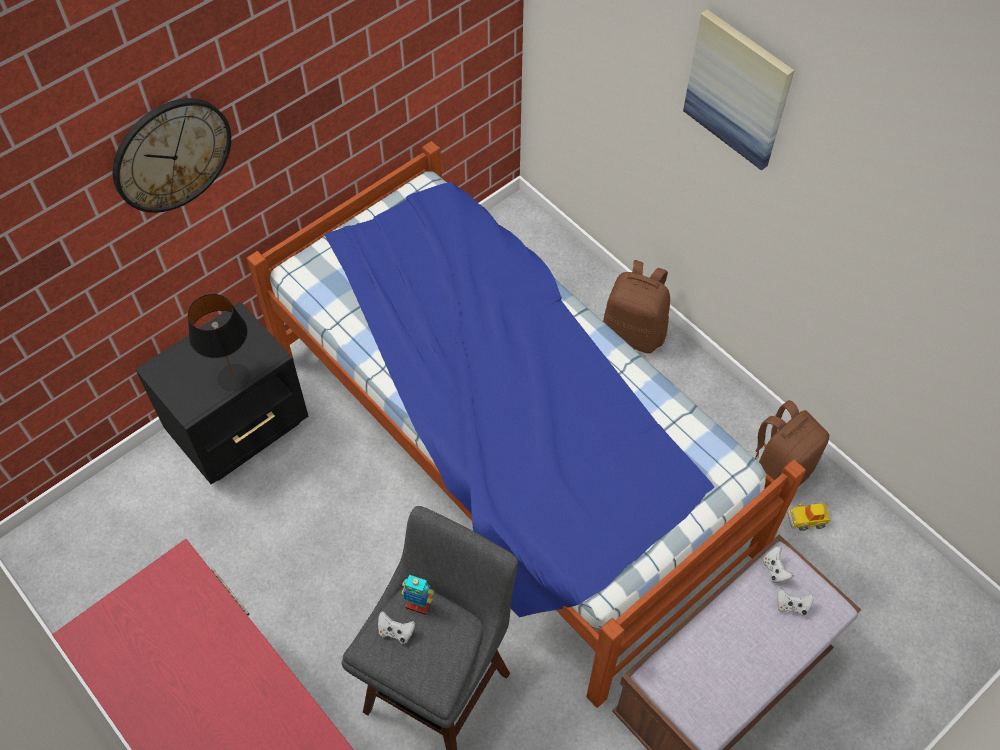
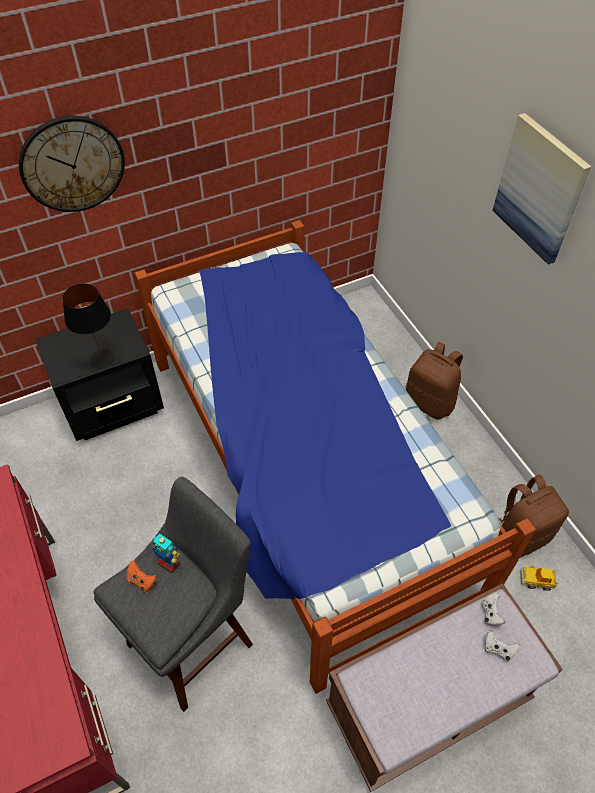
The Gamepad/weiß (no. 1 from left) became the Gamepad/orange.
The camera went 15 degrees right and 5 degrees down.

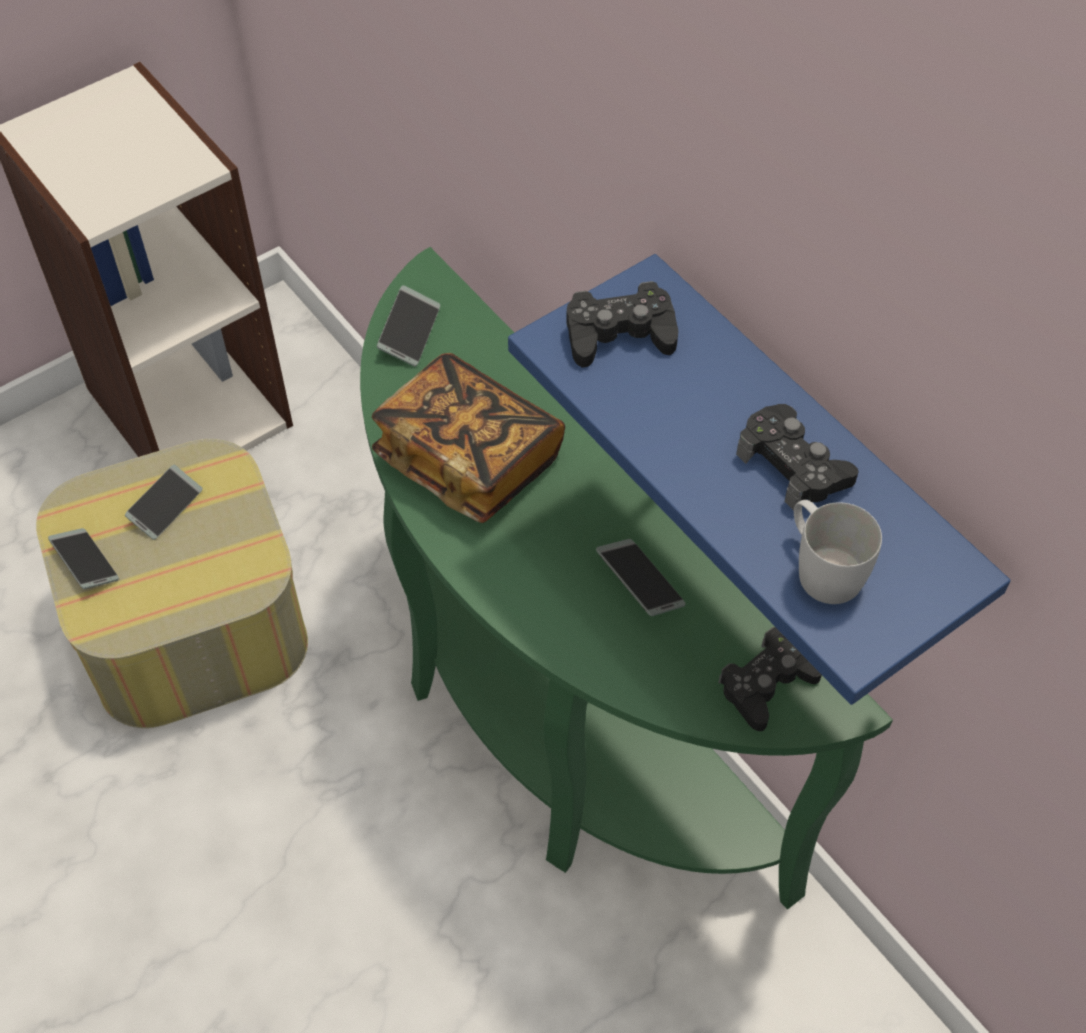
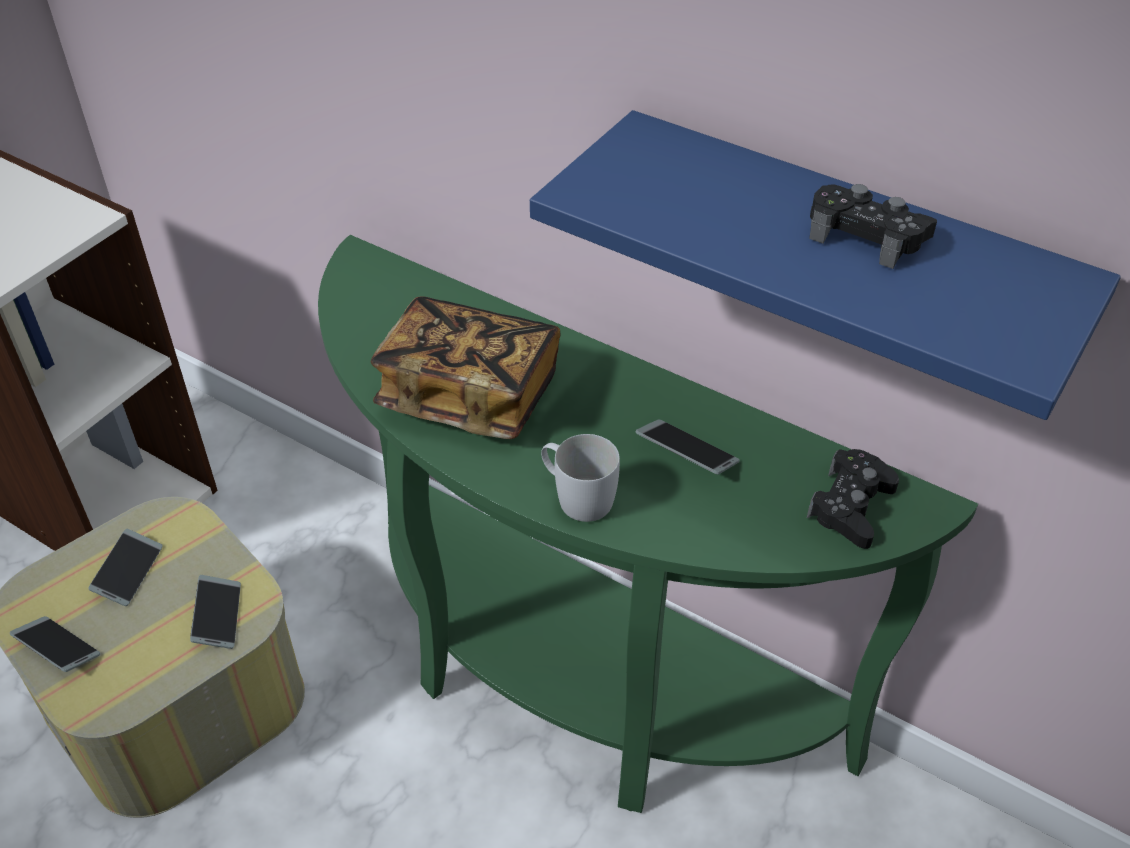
The Handy (no. 3 from left) moved.
The Gamepad/schwarz (no. 1 from left) disappeared.
The Henkelbecher/weiß moved.
The camera went 20 degrees left and 10 degrees down.

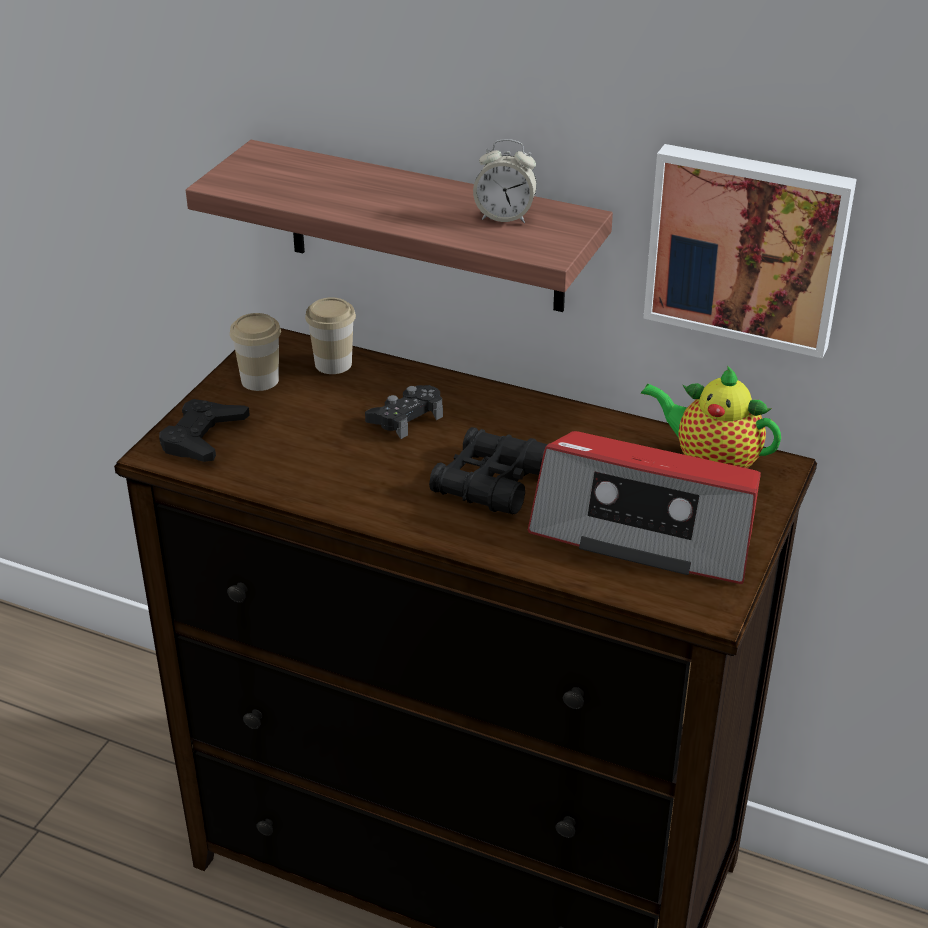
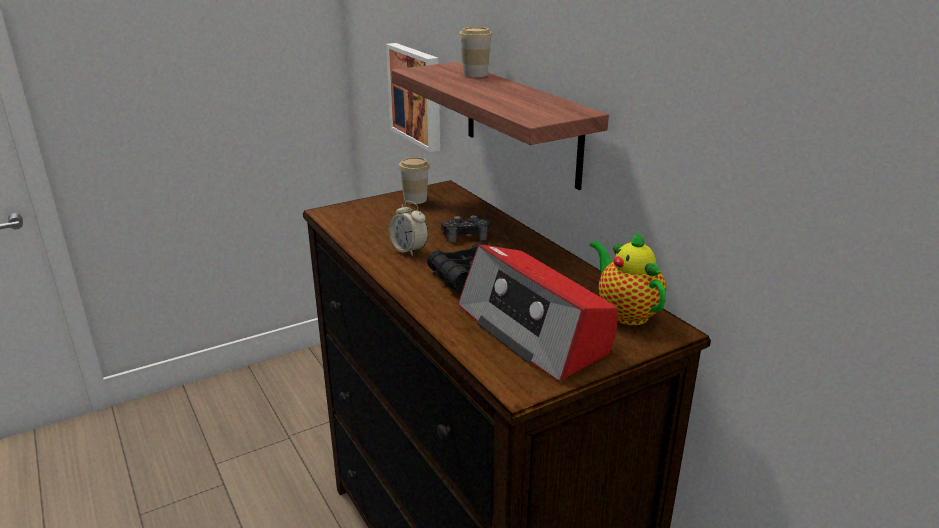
The Gamepad/schwarz (no. 1 from left) disappeared.
The Tasse (no. 2 from left) moved.
The Wecker moved.
The Bild moved.
The camera went 35 degrees right and 10 degrees down.

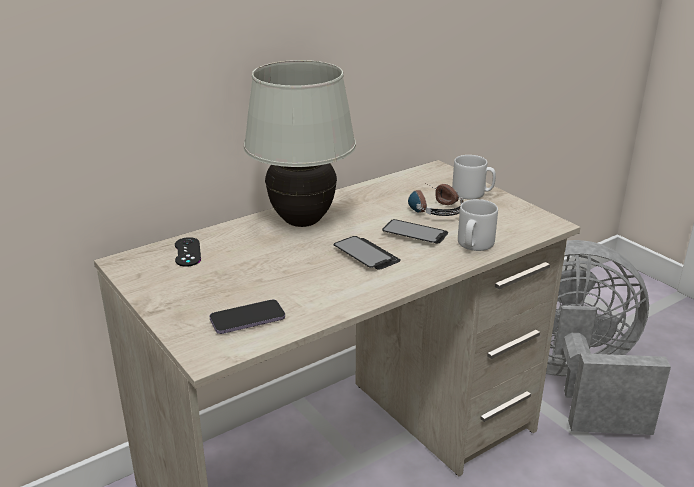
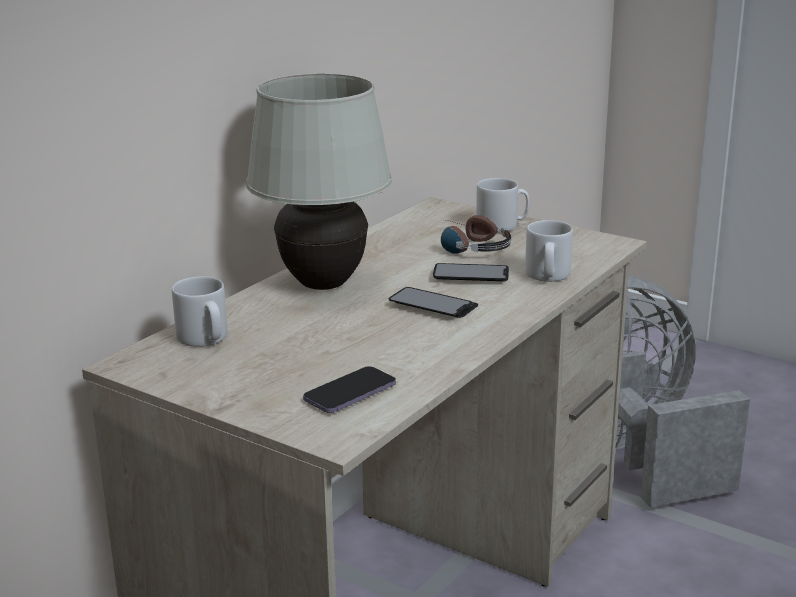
The Gamepad/schwarz was replaced by the Henkelbecher/grau (no. 1 from left).
The camera went 20 degrees left and 5 degrees down.

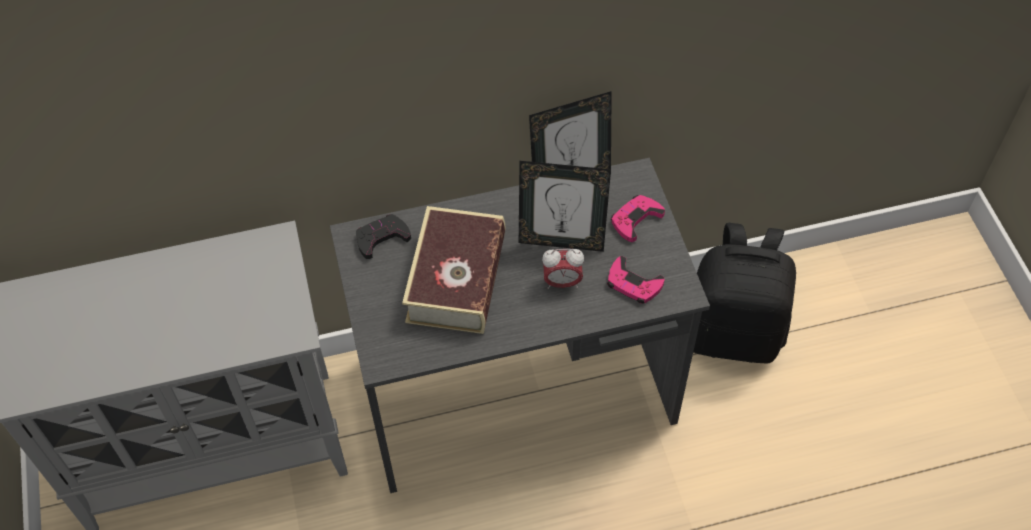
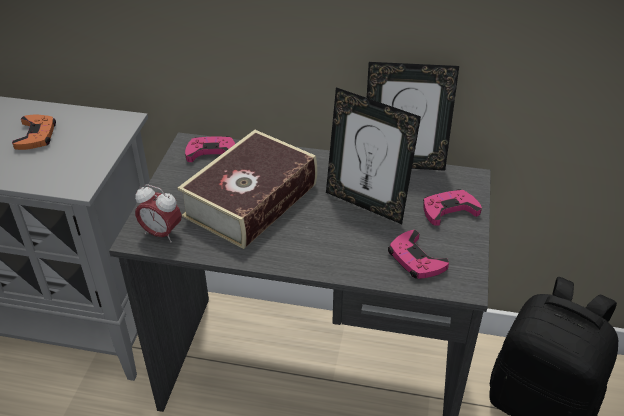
The Gamepad/schwarz became the Gamepad/rosa (no. 1 from left).
The Wecker moved.
The Gamepad/orange appeared.
The camera went 25 degrees right and 15 degrees down.

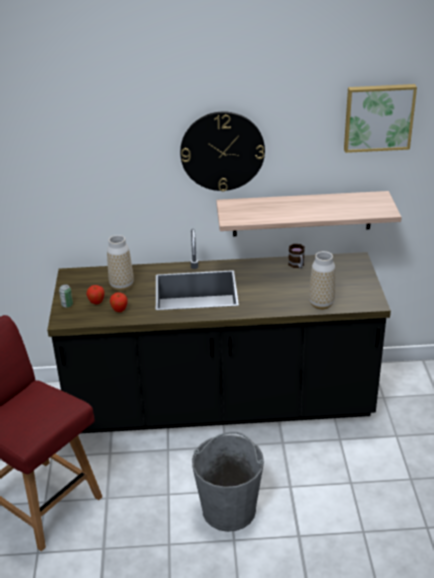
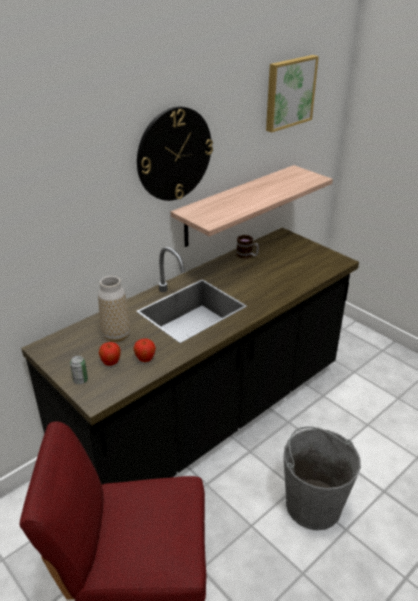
The Vase (no. 2 from left) disappeared.
The camera went 40 degrees left and 0 degrees up.

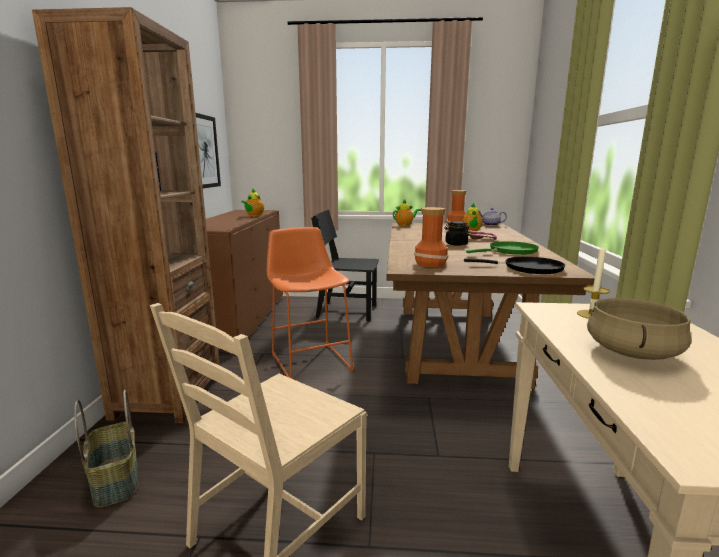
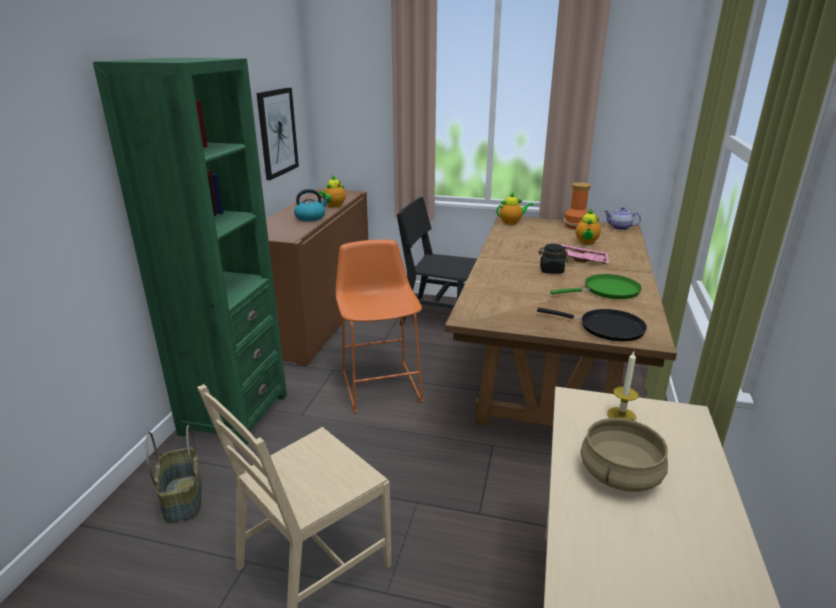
The Bücherregal/braun became the Bücherregal/grün.
The Vase (no. 1 from left) disappeared.
The Wasserkessel appeared.
The camera went 10 degrees right and 10 degrees up.

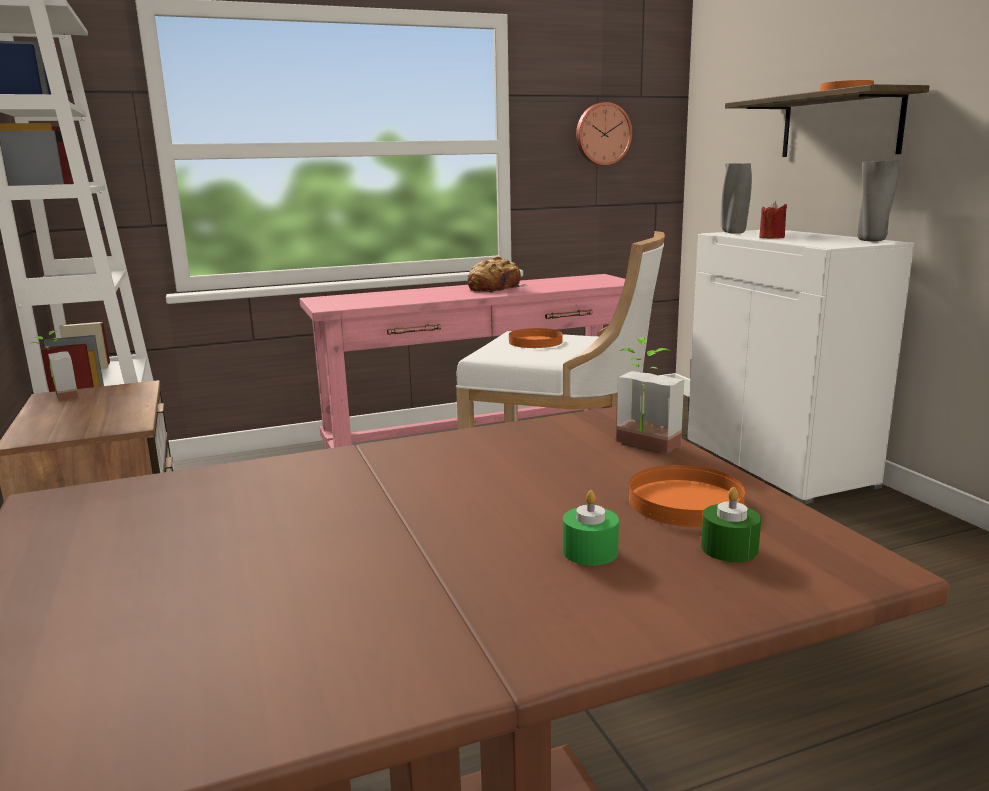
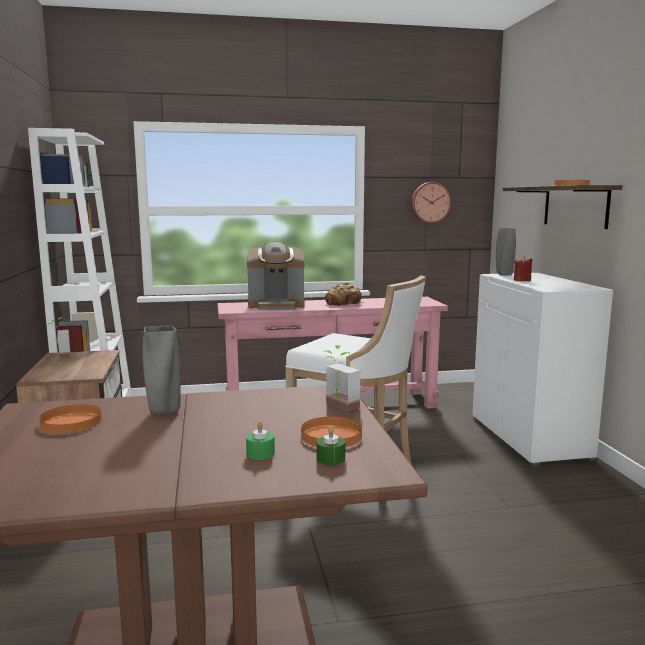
The Teller/orange (no. 1 from left) moved.
The Vase/grau (no. 2 from left in the first image) moved.
The Kaffeemaschine appeared.
The camera went 10 degrees right and 5 degrees down.

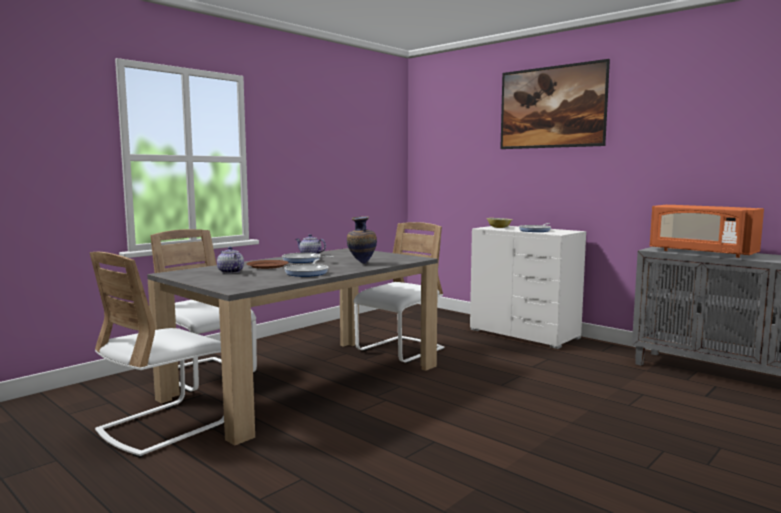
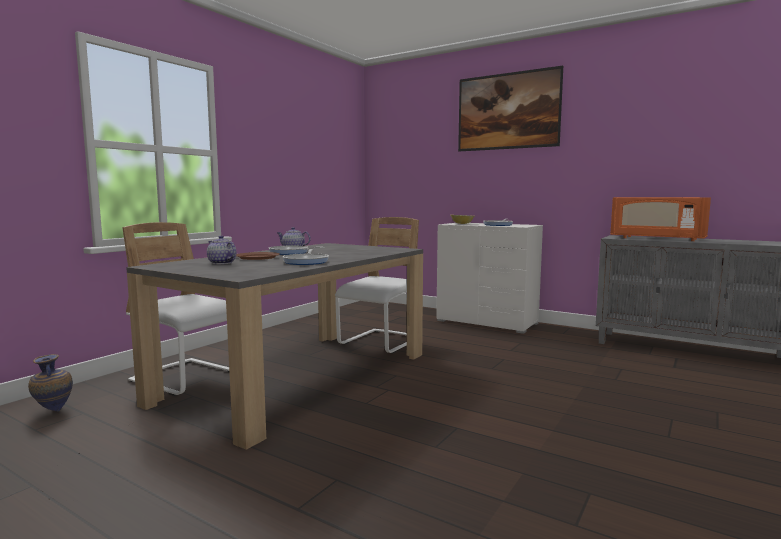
The Stuhl/weiß (no. 1 from left) disappeared.
The Vase moved.
The camera went 10 degrees left and 0 degrees up.

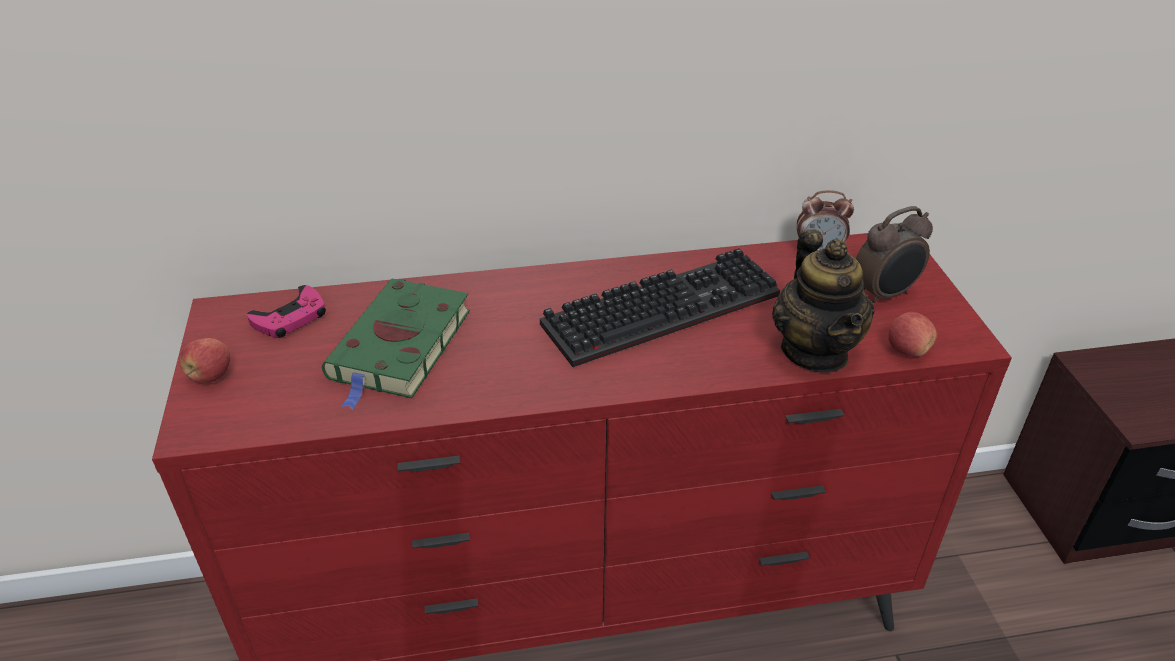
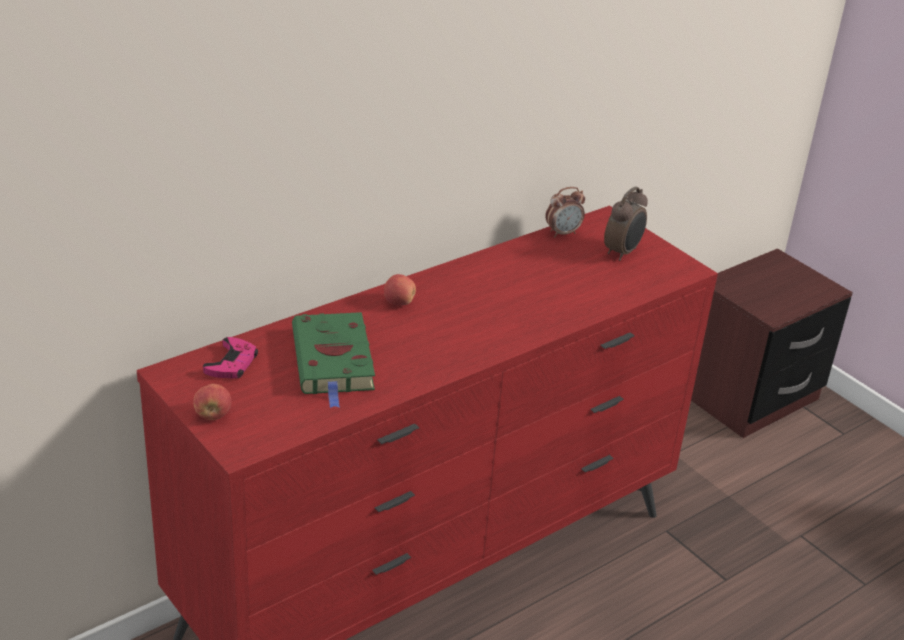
The Tastatur disappeared.
The Teekanne disappeared.
The Apfel (no. 2 from left) moved.
The camera went 30 degrees left and 5 degrees down.

